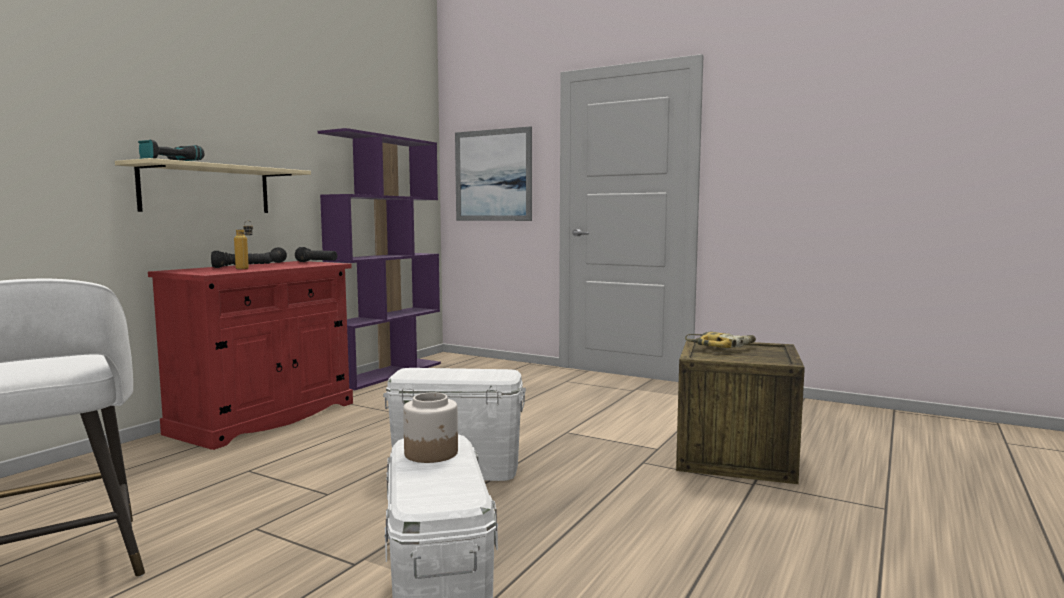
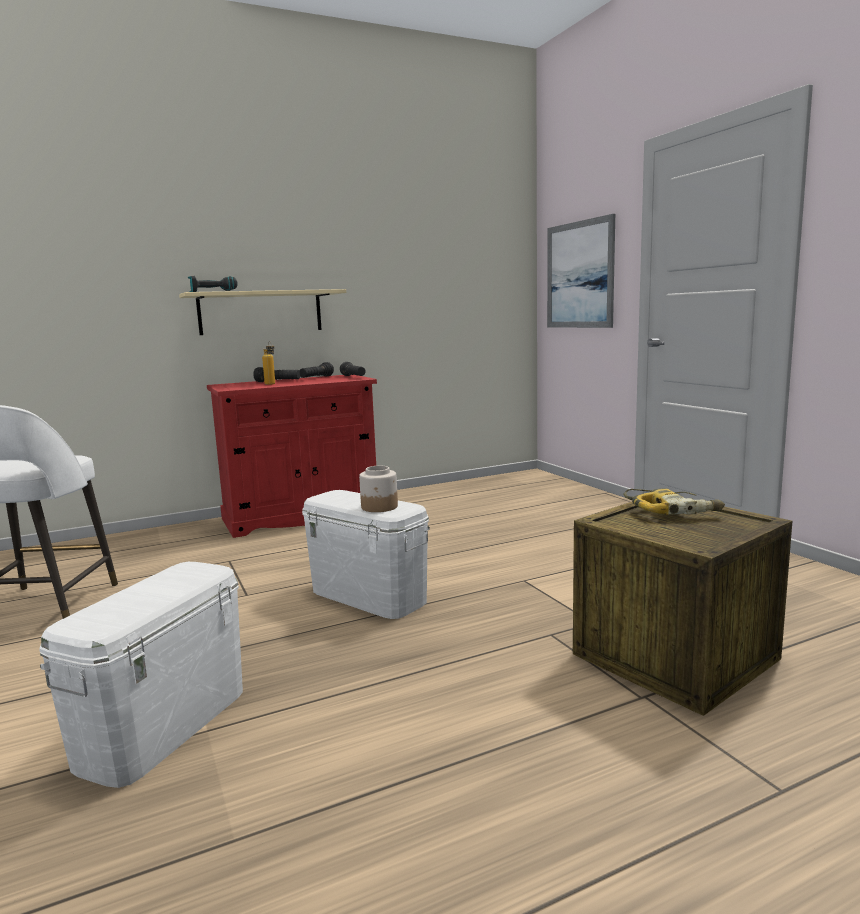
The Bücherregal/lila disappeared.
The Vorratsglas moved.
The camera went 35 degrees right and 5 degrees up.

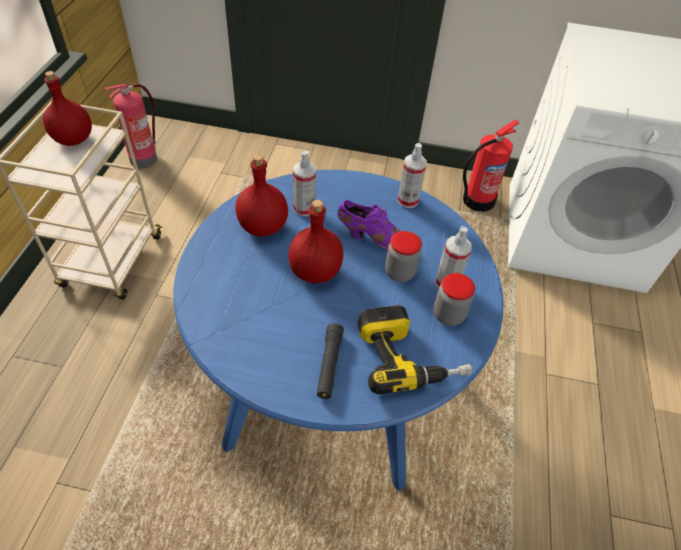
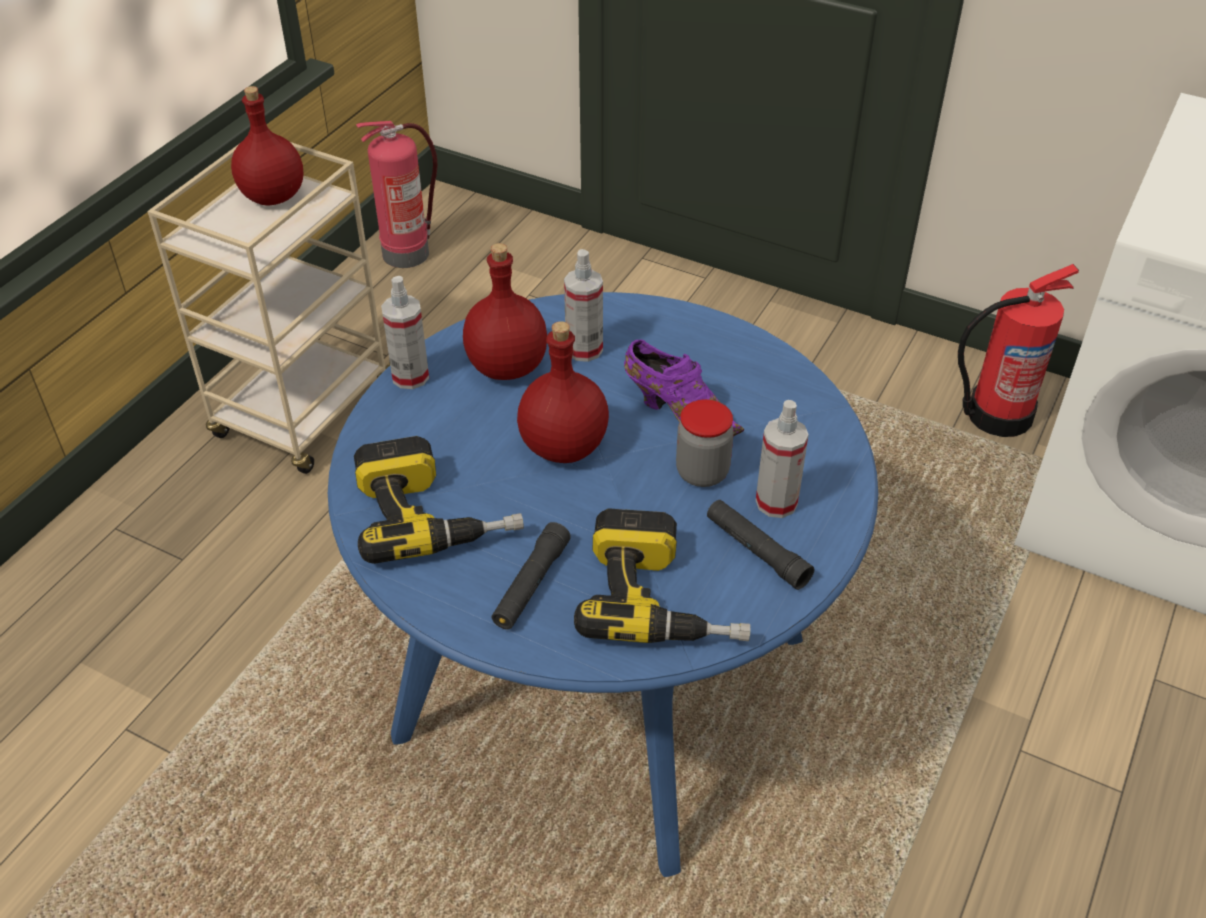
The Sprühflasche (no. 2 from left in the first image) moved.
The Vorratsglas (no. 2 from left) was replaced by the Taschenlampe/schwarz (no. 2 from left).
The Bohrmaschine (no. 1 from left) appeared.
The camera went 20 degrees right and 5 degrees down.

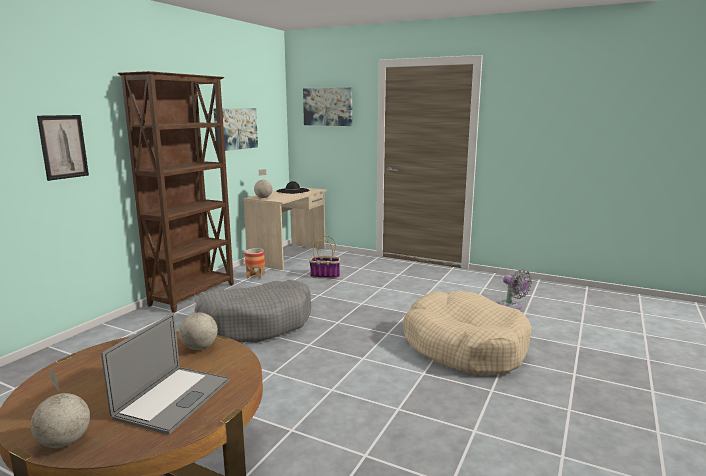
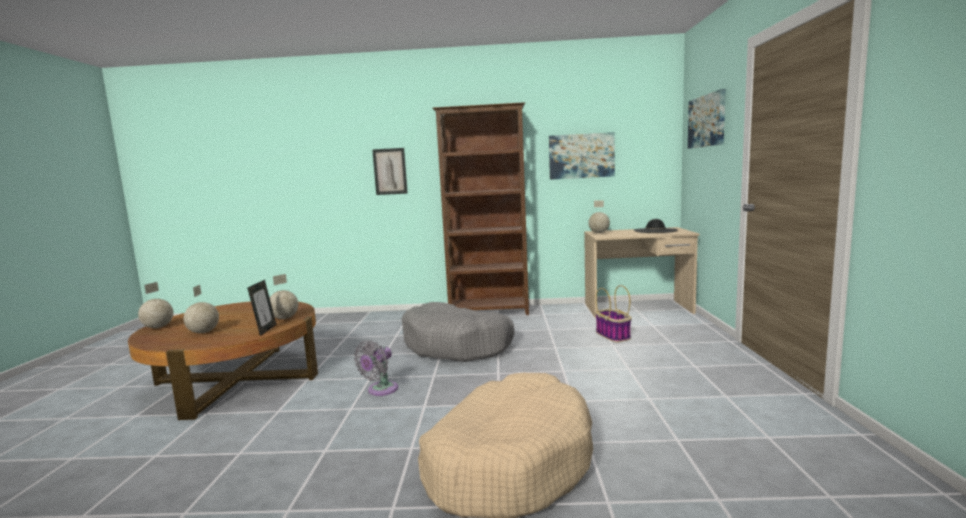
The Laptop was replaced by the Globus (no. 2 from left).
The Pflanzkübel disappeared.
The Ventilator/grau moved.
The Bilderrahmen appeared.
The camera went 65 degrees right and 5 degrees down.

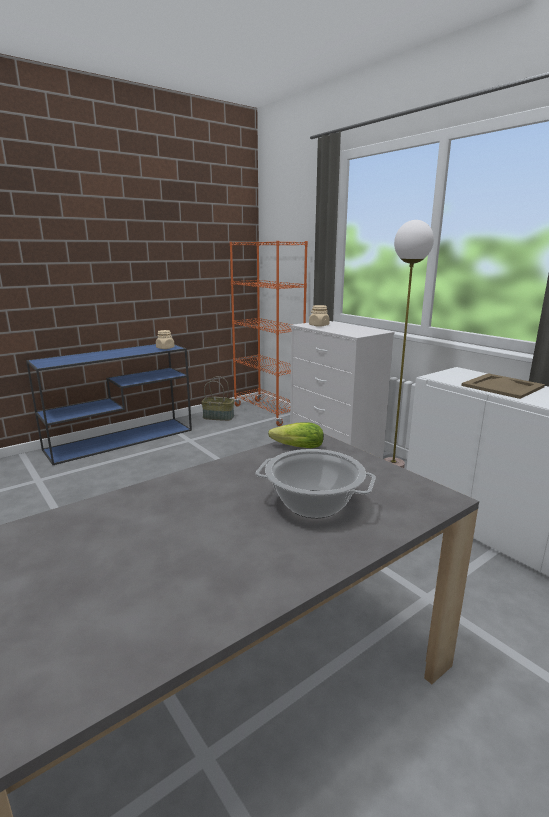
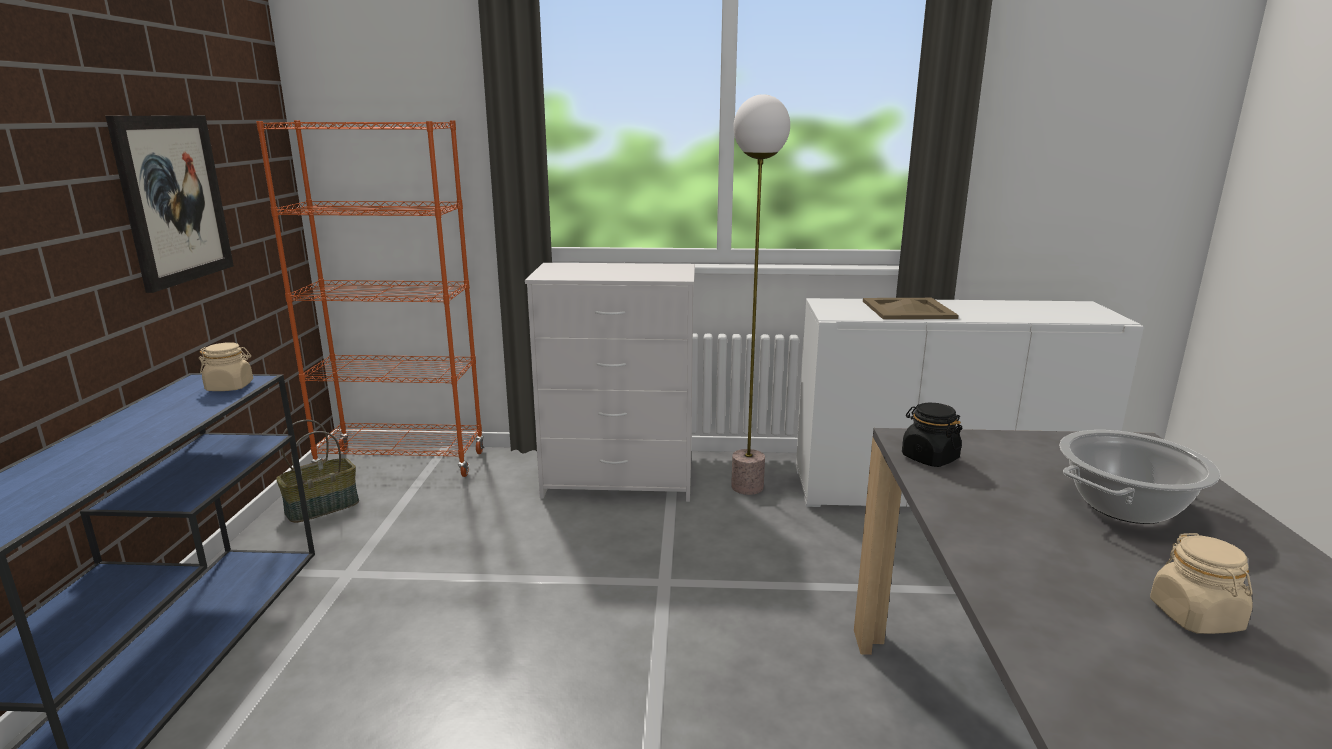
The Salatkopf was replaced by the Vorratsglas/schwarz.
The Vorratsglas/beige (no. 2 from left) moved.
The Bild appeared.
The camera went 50 degrees left and 0 degrees up.

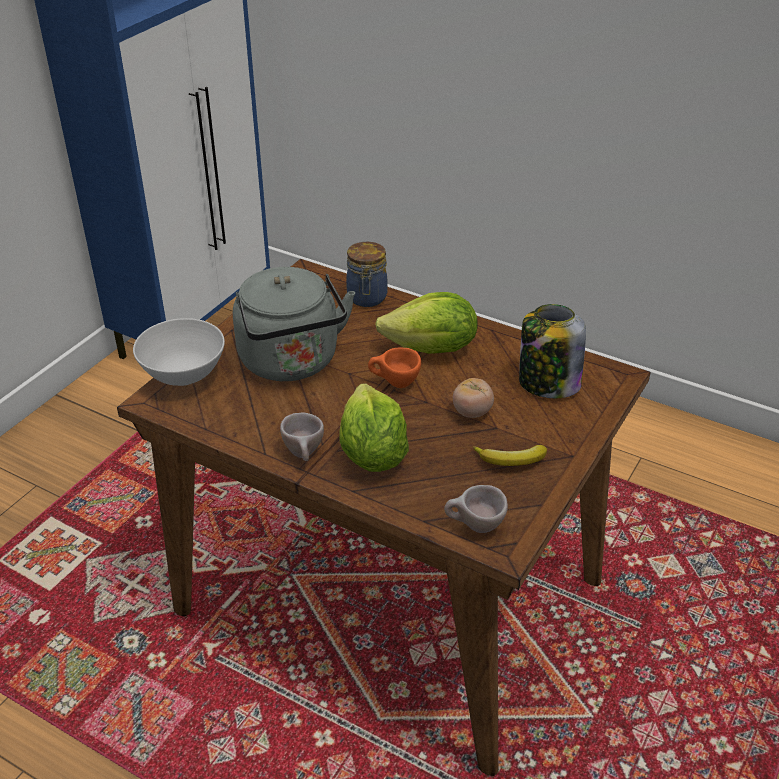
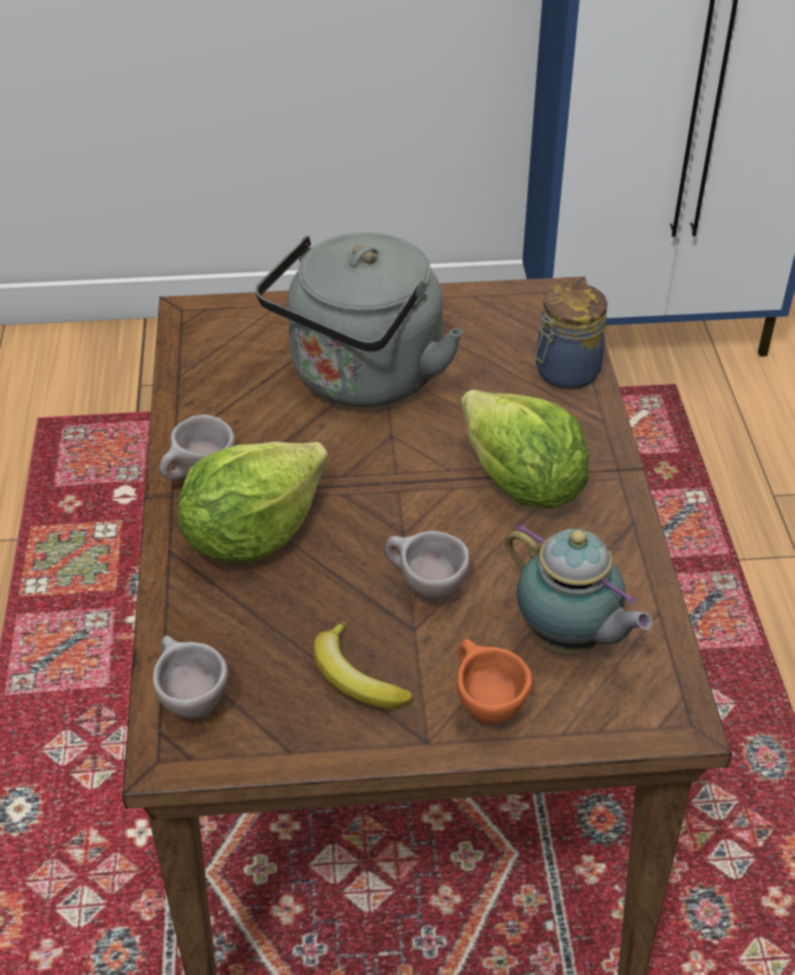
The Schüssel/weiß disappeared.
The Tasse/orange moved.
The Tomate was replaced by the Tasse/beige (no. 3 from left).
The Vorratsglas (no. 2 from left) was replaced by the Teekanne.
The camera went 55 degrees right and 5 degrees up.

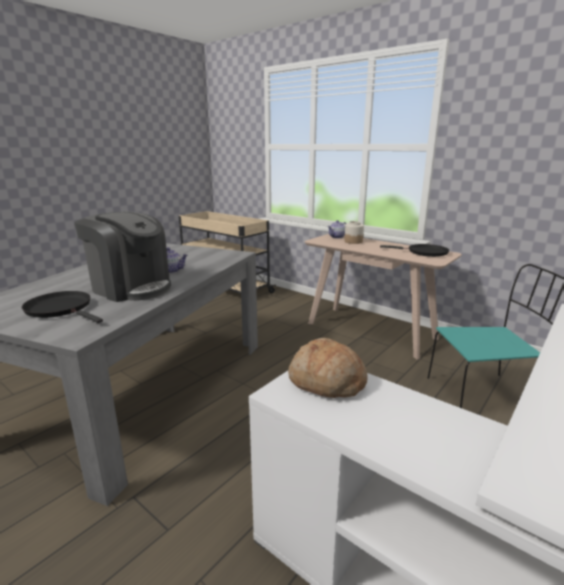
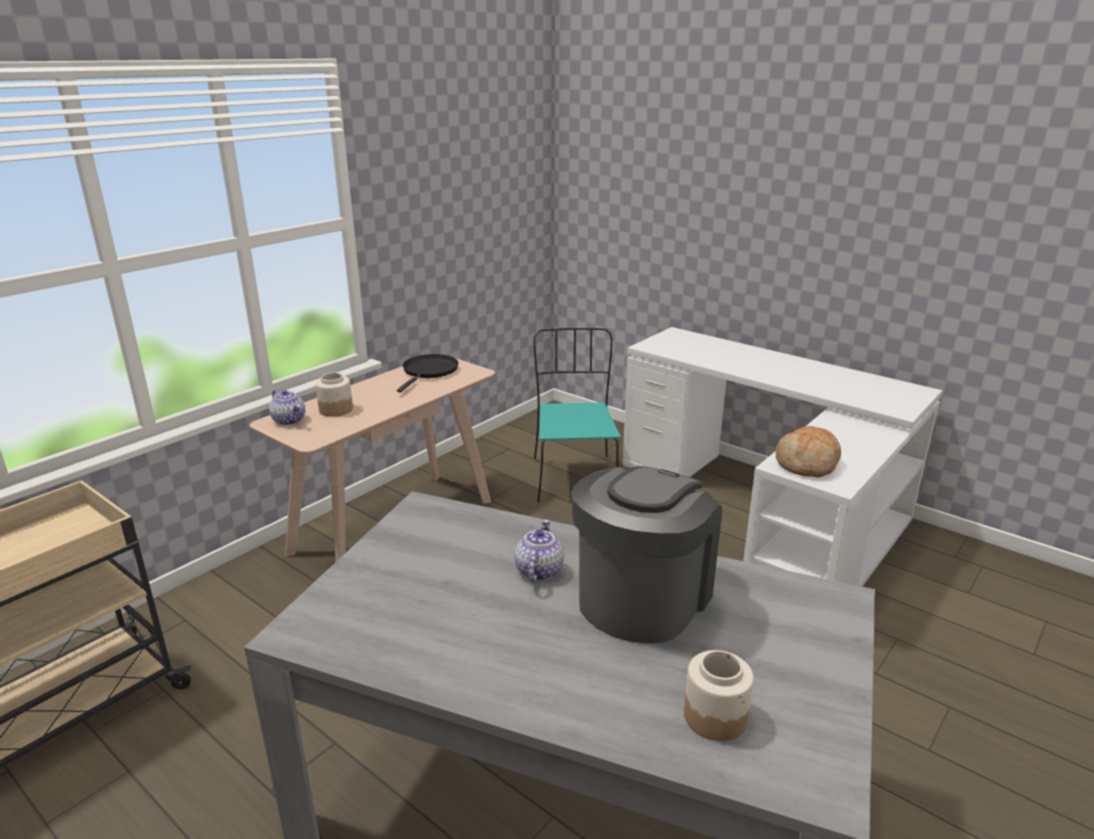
The Pfanne/schwarz (no. 1 from left) disappeared.
The Vorratsglas (no. 2 from left) appeared.
The camera went 90 degrees left and 5 degrees up.

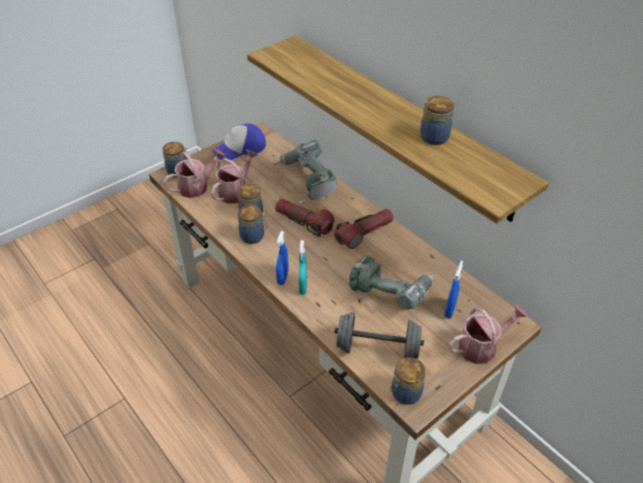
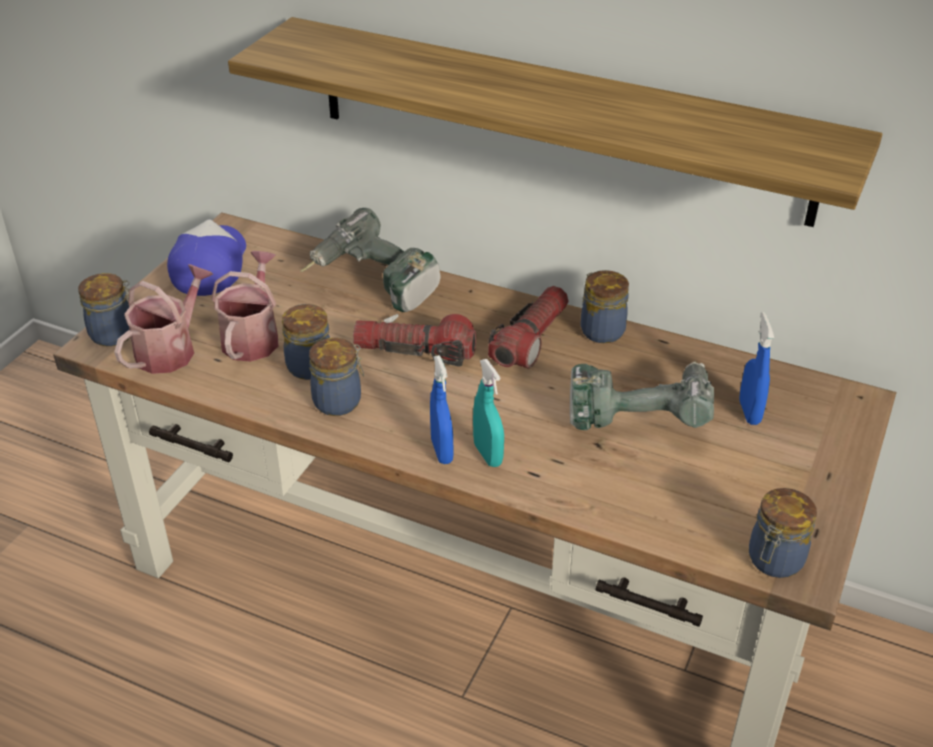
The Kappe turned 150 degrees clockwise.
The Hantel/grau disappeared.
The Vorratsglas (no. 5 from left in the first image) moved.
The Gießkanne (no. 3 from left) disappeared.
The camera went 25 degrees left and 5 degrees down.

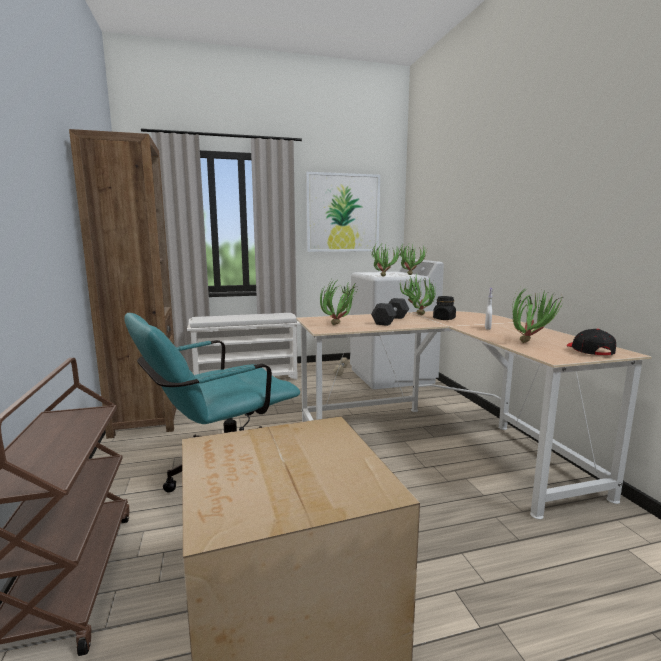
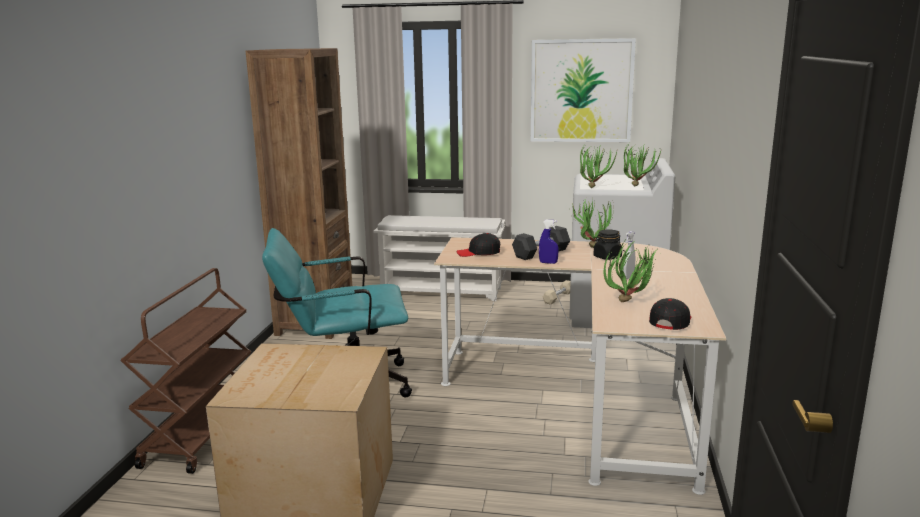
The Topfpflanze (no. 1 from left) was replaced by the Kappe/schwarz (no. 1 from left).
The Sprühflasche/blau appeared.
The camera went 25 degrees right and 5 degrees up.

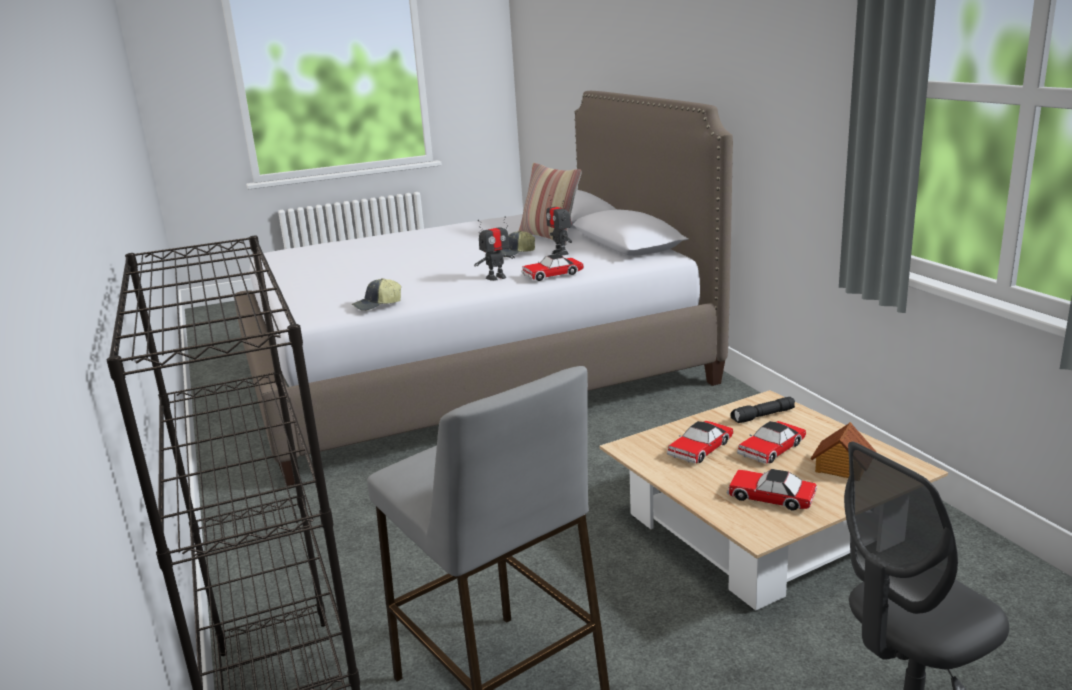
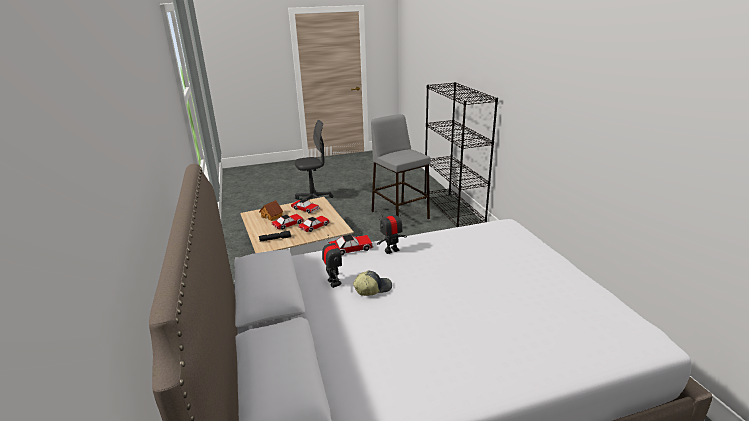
The Kappe (no. 1 from left) disappeared.
The Kissen disappeared.
The camera went 175 degrees left and 5 degrees up.

